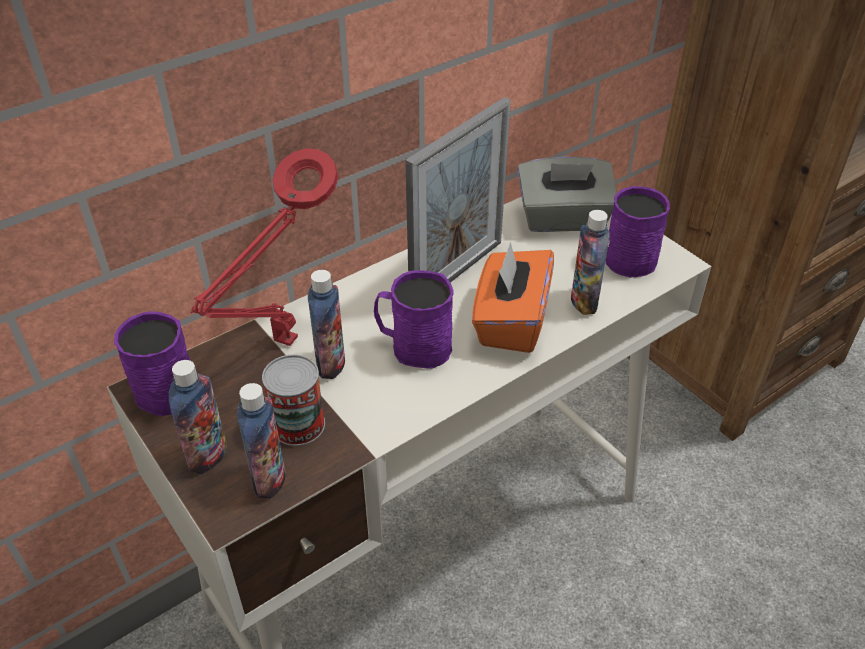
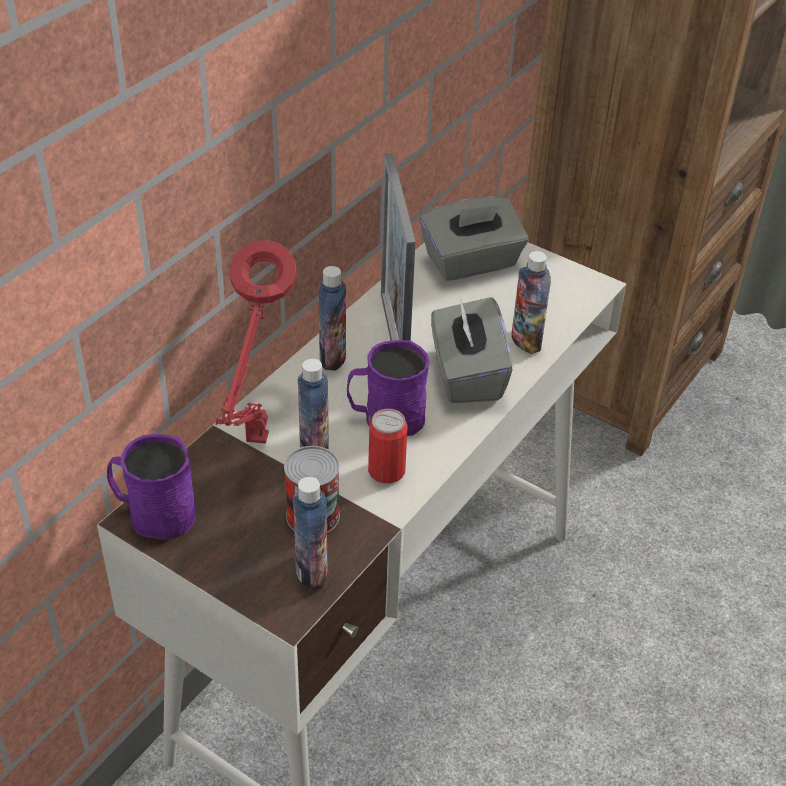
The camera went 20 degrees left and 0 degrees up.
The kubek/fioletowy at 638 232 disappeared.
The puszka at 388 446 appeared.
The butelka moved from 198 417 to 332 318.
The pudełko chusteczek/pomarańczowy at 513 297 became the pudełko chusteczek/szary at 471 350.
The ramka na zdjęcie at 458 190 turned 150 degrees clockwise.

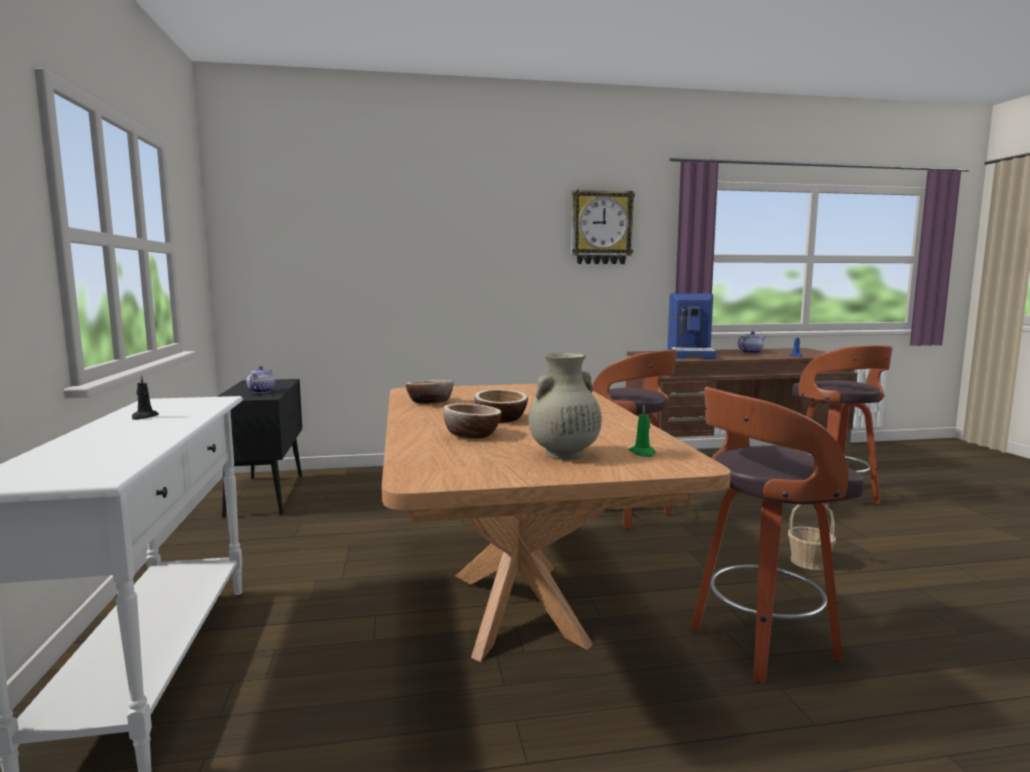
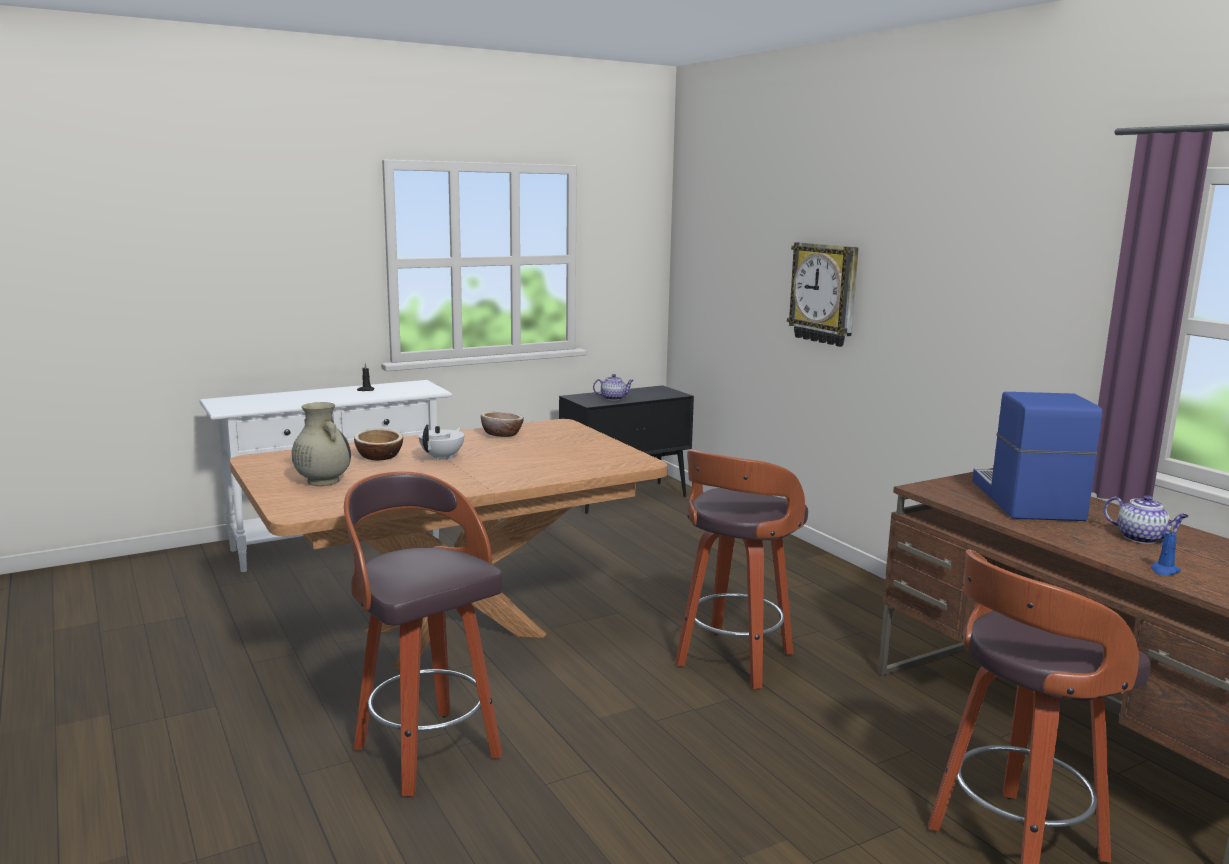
The camera went 70 degrees right and 5 degrees up.
The świeca/zielony at 642 431 disappeared.
The koszyk at 812 537 disappeared.
The zegar ścienny moved from 603 226 to 823 294.
The miska at 501 405 was replaced by the imbryk/biały at 441 442.
The ekspres do kawy at 691 326 turned 105 degrees clockwise.

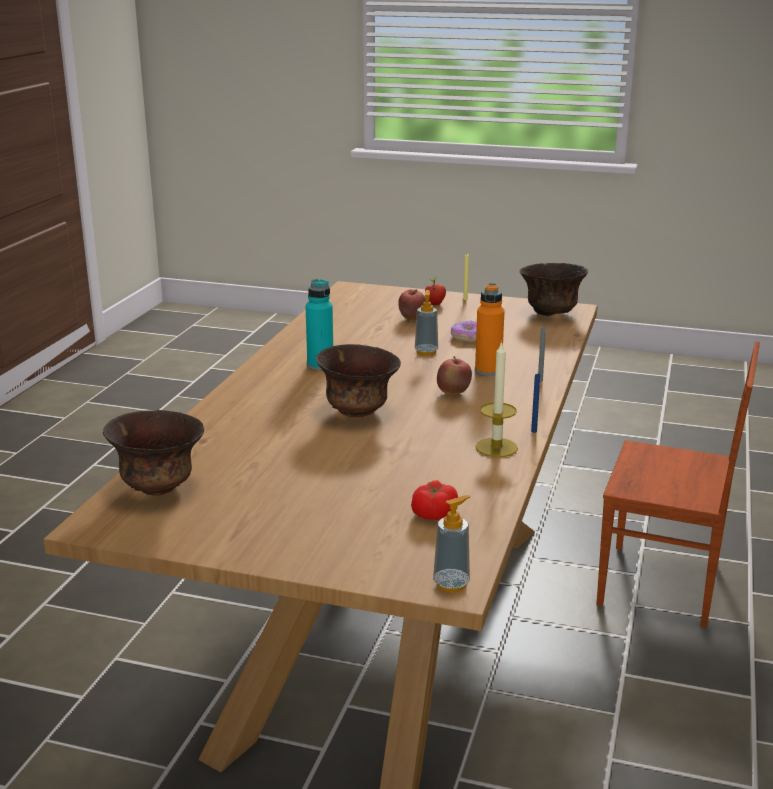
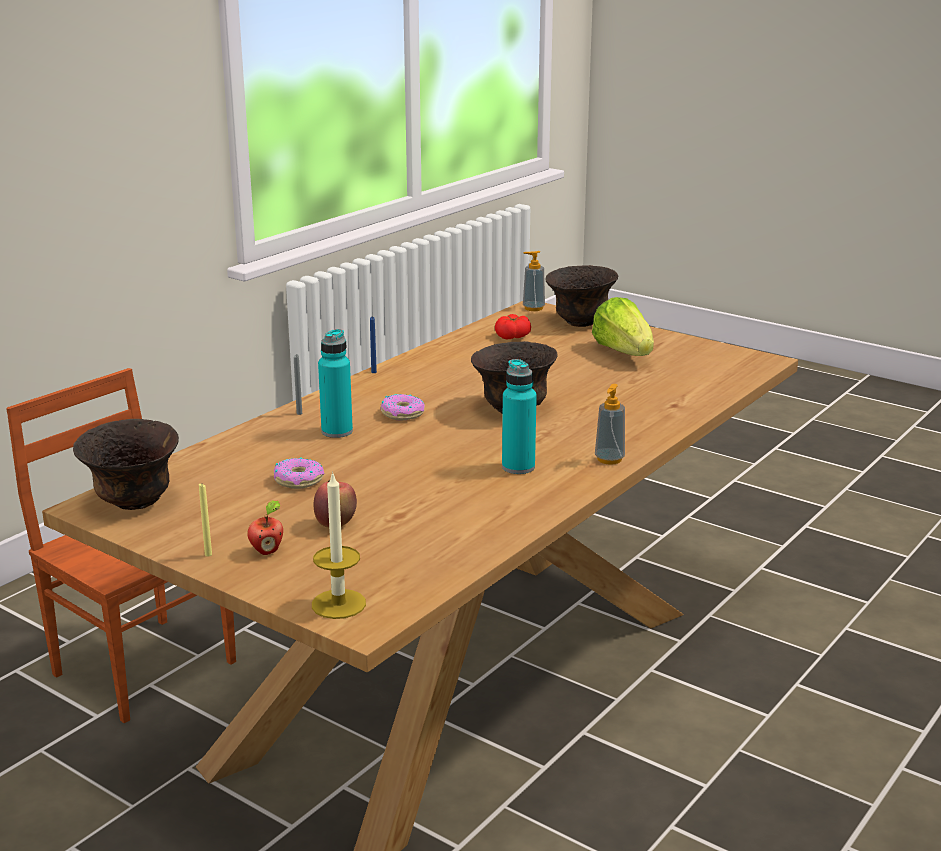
The camera went 160 degrees left and 0 degrees up.
The sałata at 623 326 appeared.
The miska/brązowy moved from 153 452 to 582 296.
The dozownik mydła moved from 426 323 to 610 424.
The świeca moved from 496 399 to 339 545.
The jabłko at 454 375 was replaced by the donut at 403 407.
The butelka/pomarańczowy at 490 329 became the butelka/turkusowy at 335 383.

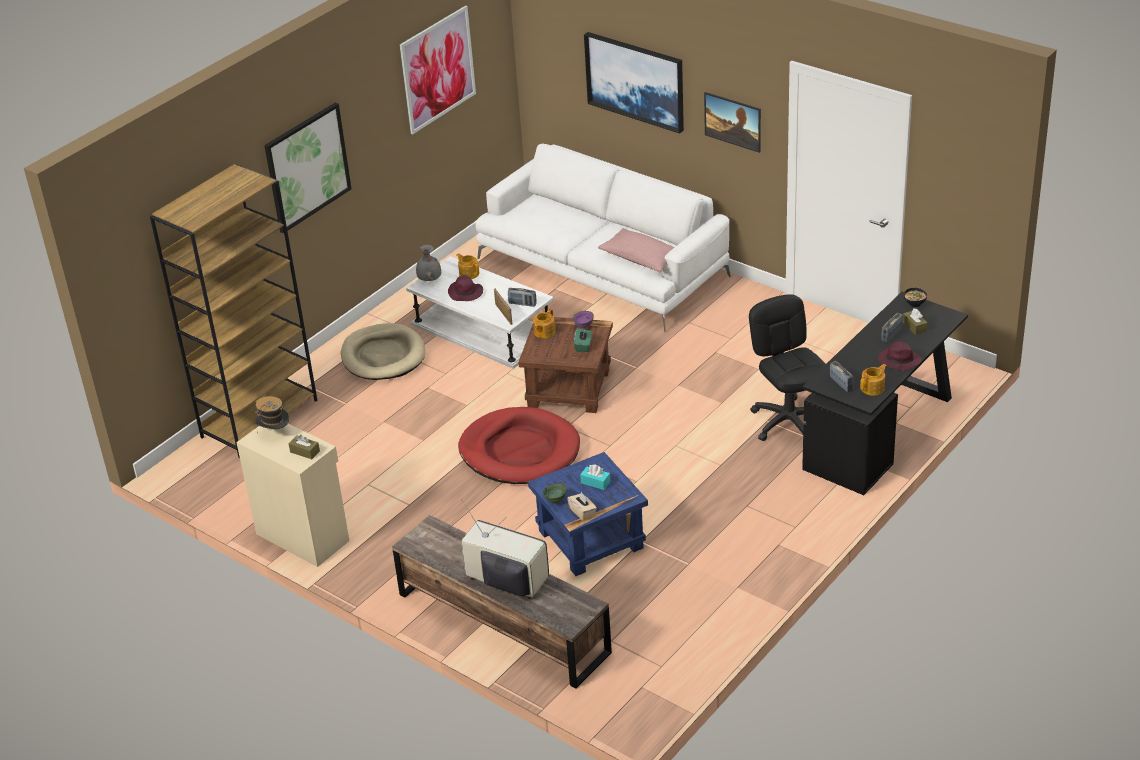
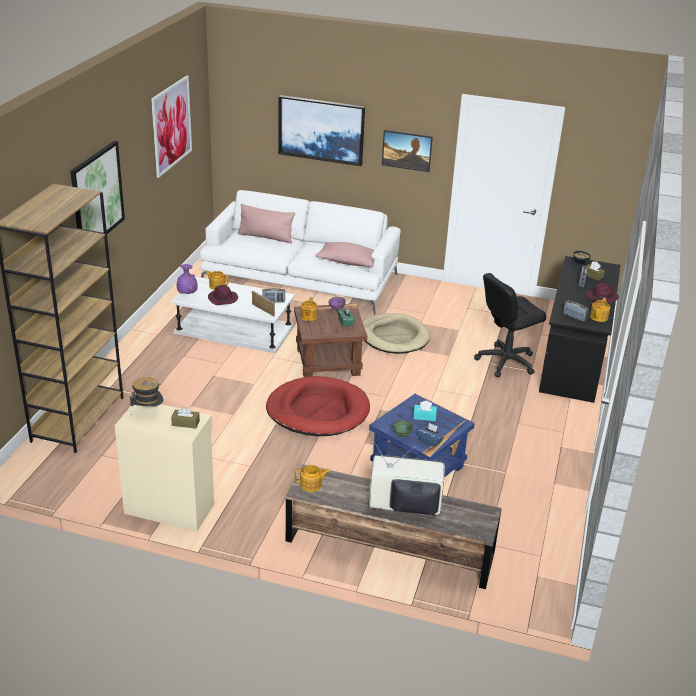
The camera went 25 degrees left and 5 degrees down.
The poduszka/różowy at 266 223 appeared.
The imbryk at 312 478 appeared.
The legowisko/beżowy moved from 383 351 to 397 333.
The wazon/szary at 428 263 became the wazon/fioletowy at 187 279.
The pudełko chusteczek/beżowy at 582 506 became the pudełko chusteczek/niebieski at 431 435.
The krzesło biurowe/czarny at 787 367 turned 75 degrees counterclockwise.

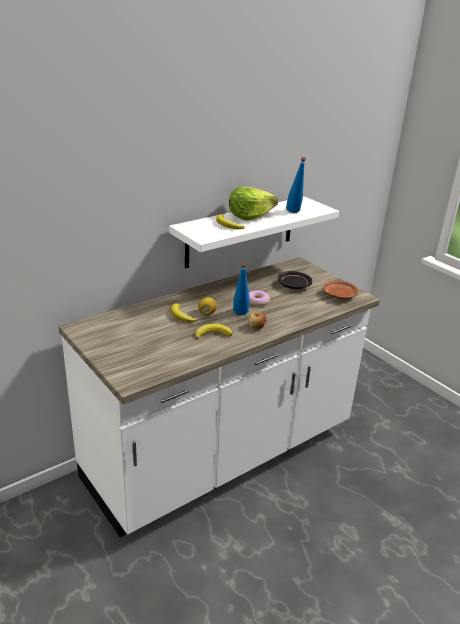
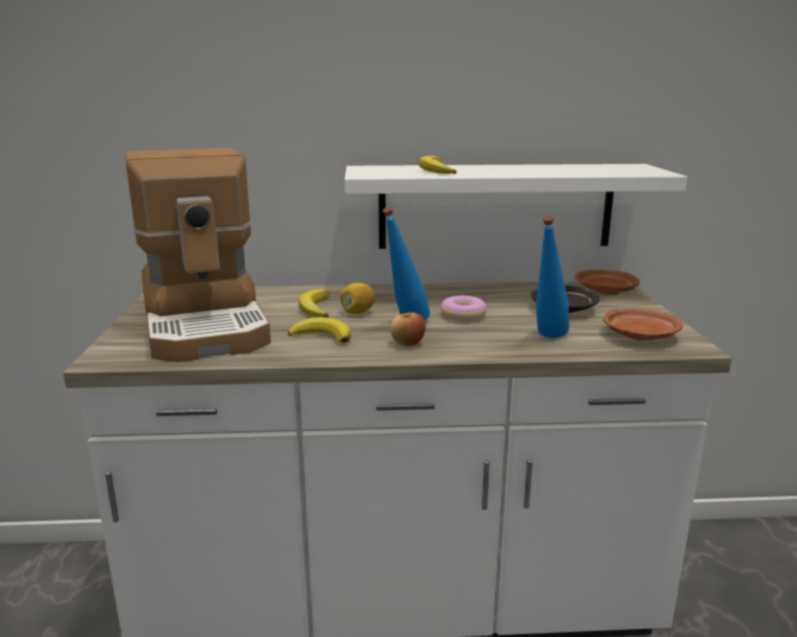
The camera went 35 degrees right and 10 degrees down.
The sałata at 253 203 disappeared.
The ekspres do kawy at 198 255 appeared.
The talerz/brązowy at 607 282 appeared.
The butelka/niebieski moved from 296 185 to 552 276.

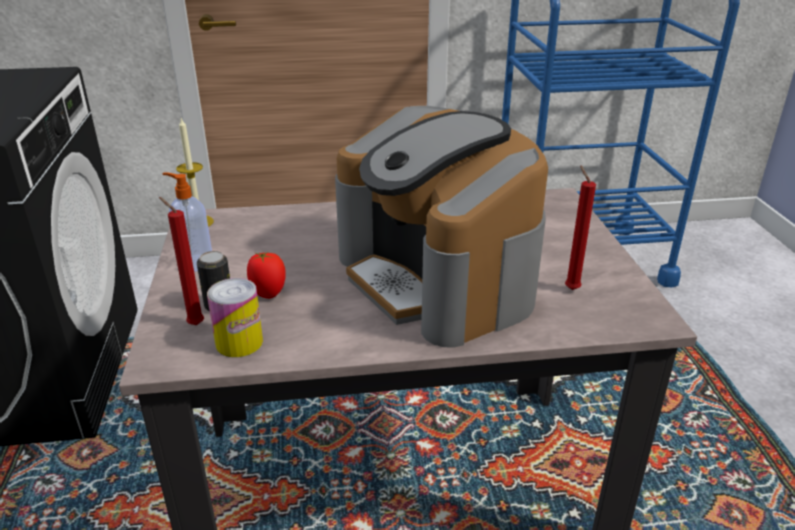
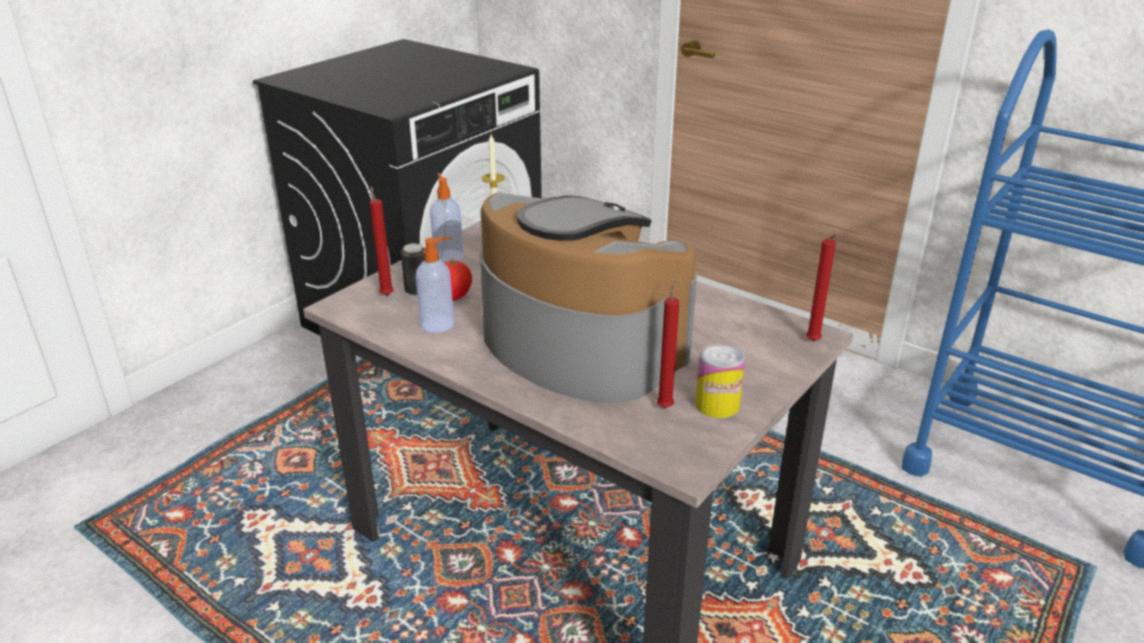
The camera went 45 degrees right and 0 degrees up.
The dozownik mydła at 435 285 appeared.
The świeca/czerwony at 821 288 appeared.
The puszka moved from 235 317 to 720 380.
The ekspres do kawy at 441 226 turned 120 degrees clockwise.

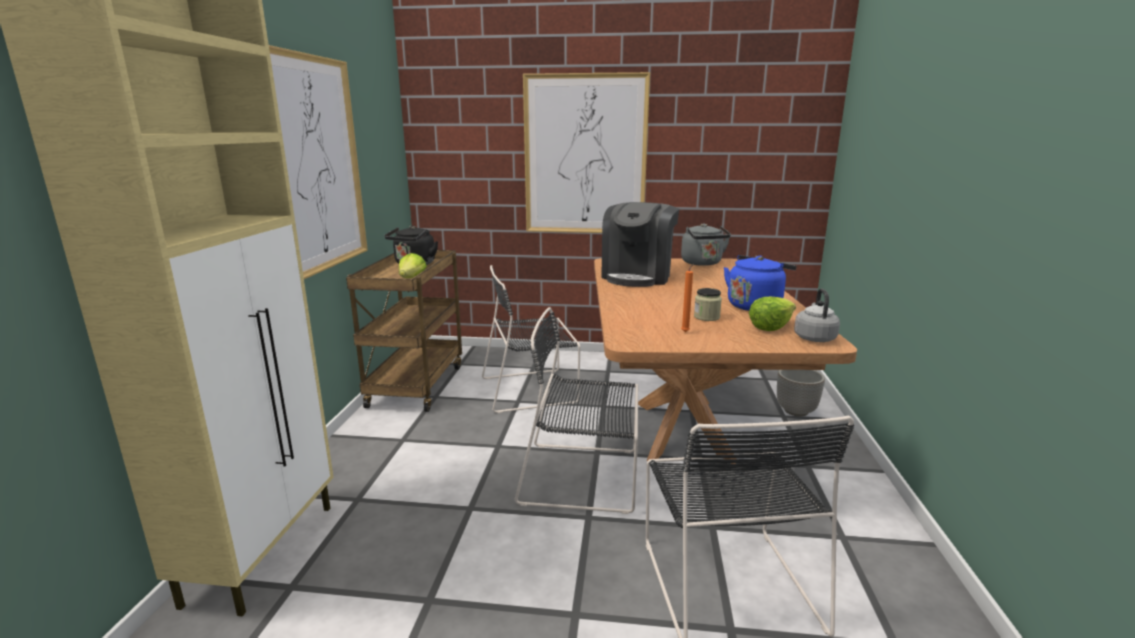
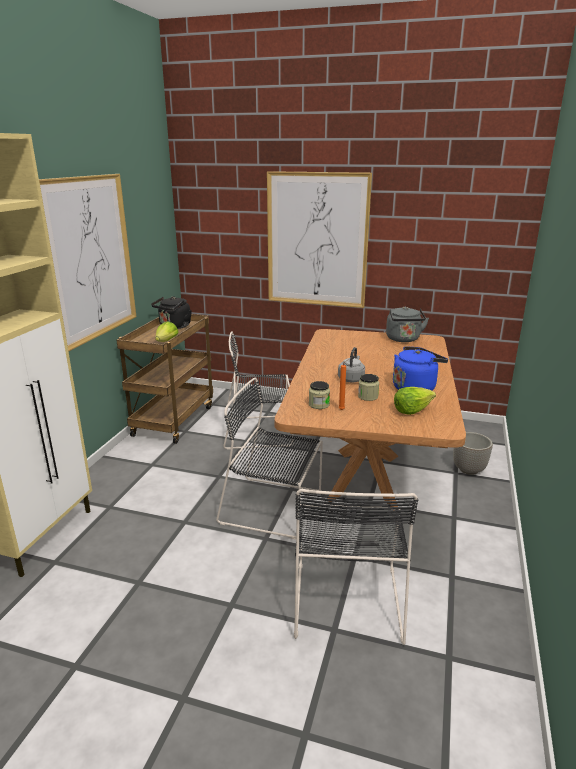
The camera went 10 degrees right and 5 degrees up.
The ekspres do kawy at 640 244 disappeared.
The słoik at 319 395 appeared.
The czajnik/szary moved from 817 315 to 351 364.

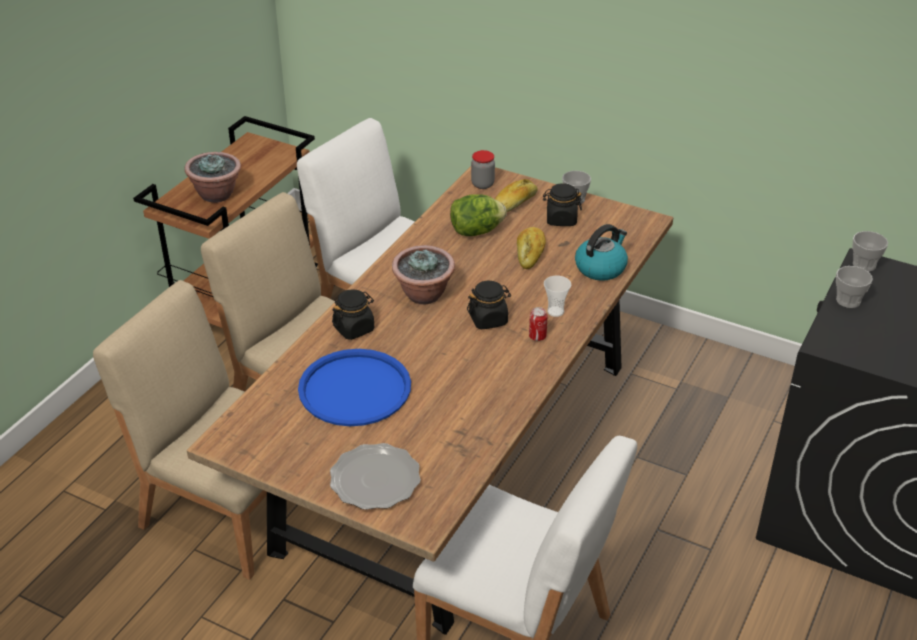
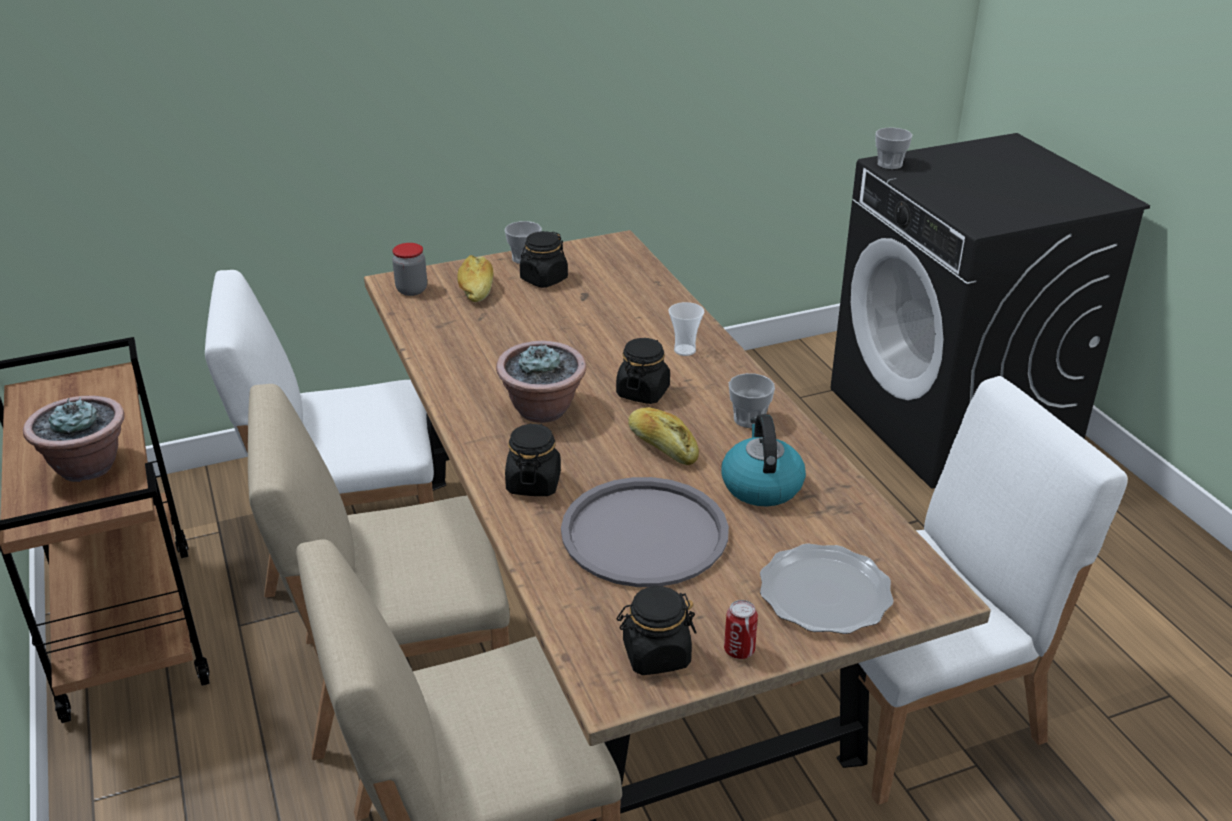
The camera went 50 degrees left and 5 degrees down.
The sałata at 478 215 disappeared.
The słoik/czarny at 657 630 appeared.
The chleb moved from 531 248 to 663 436.
The puszka moved from 538 324 to 741 629.
The czajnik moved from 601 252 to 763 460.
The filiżanka moved from 854 287 to 752 400.
The taca/niebieski at 354 387 became the taca/szary at 645 532.

